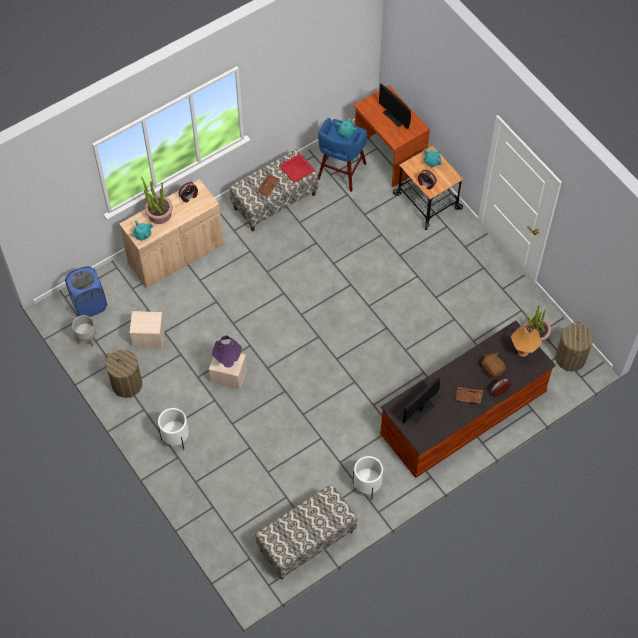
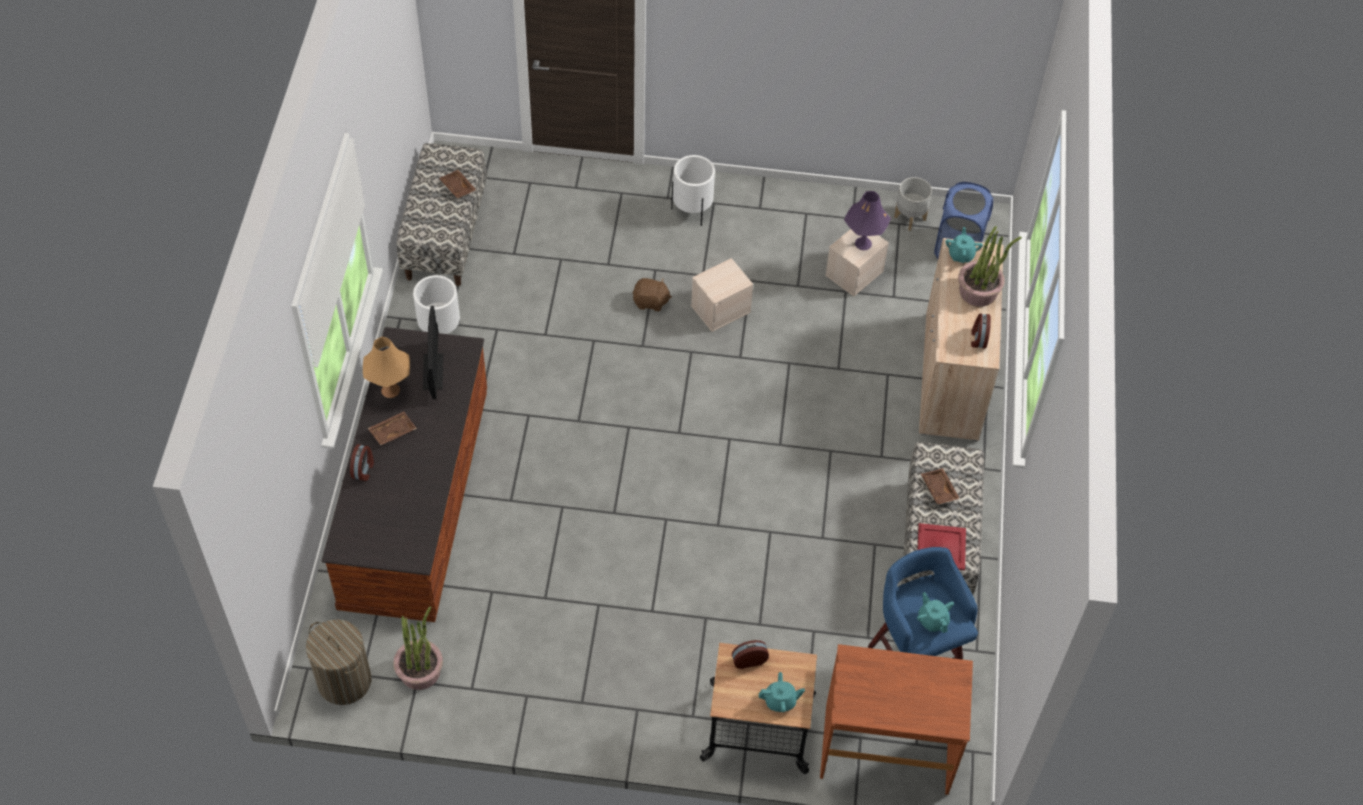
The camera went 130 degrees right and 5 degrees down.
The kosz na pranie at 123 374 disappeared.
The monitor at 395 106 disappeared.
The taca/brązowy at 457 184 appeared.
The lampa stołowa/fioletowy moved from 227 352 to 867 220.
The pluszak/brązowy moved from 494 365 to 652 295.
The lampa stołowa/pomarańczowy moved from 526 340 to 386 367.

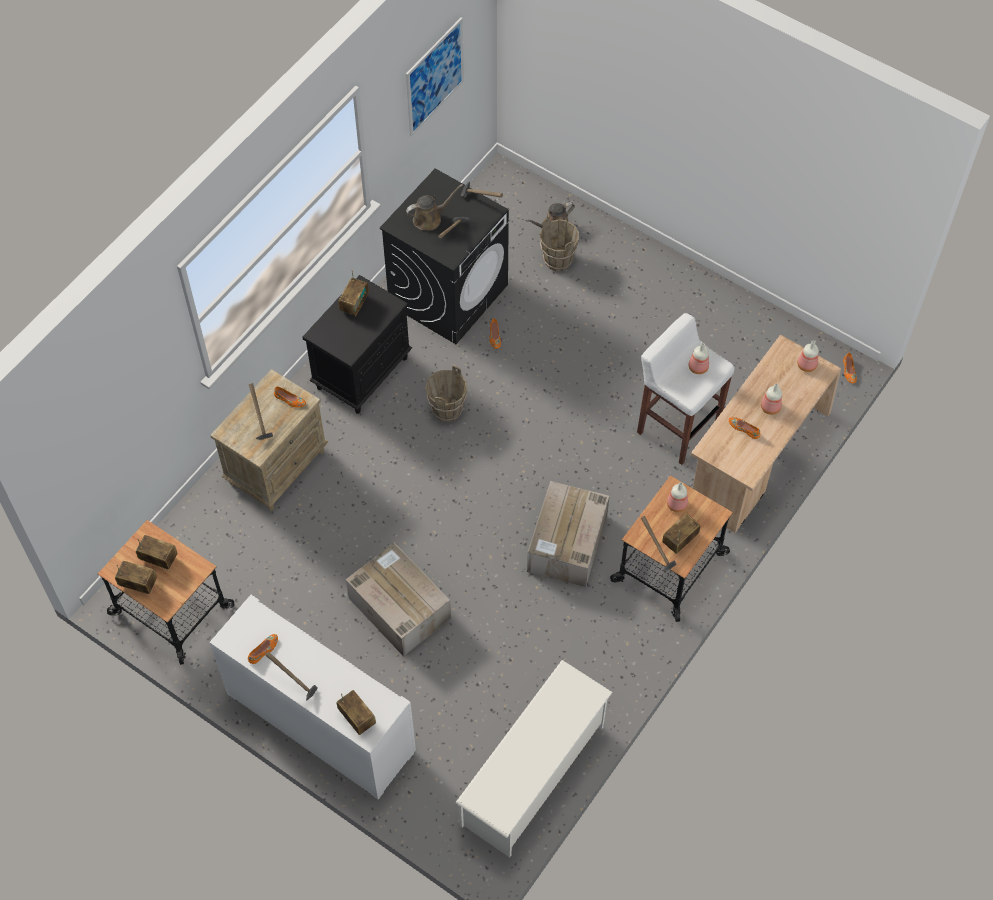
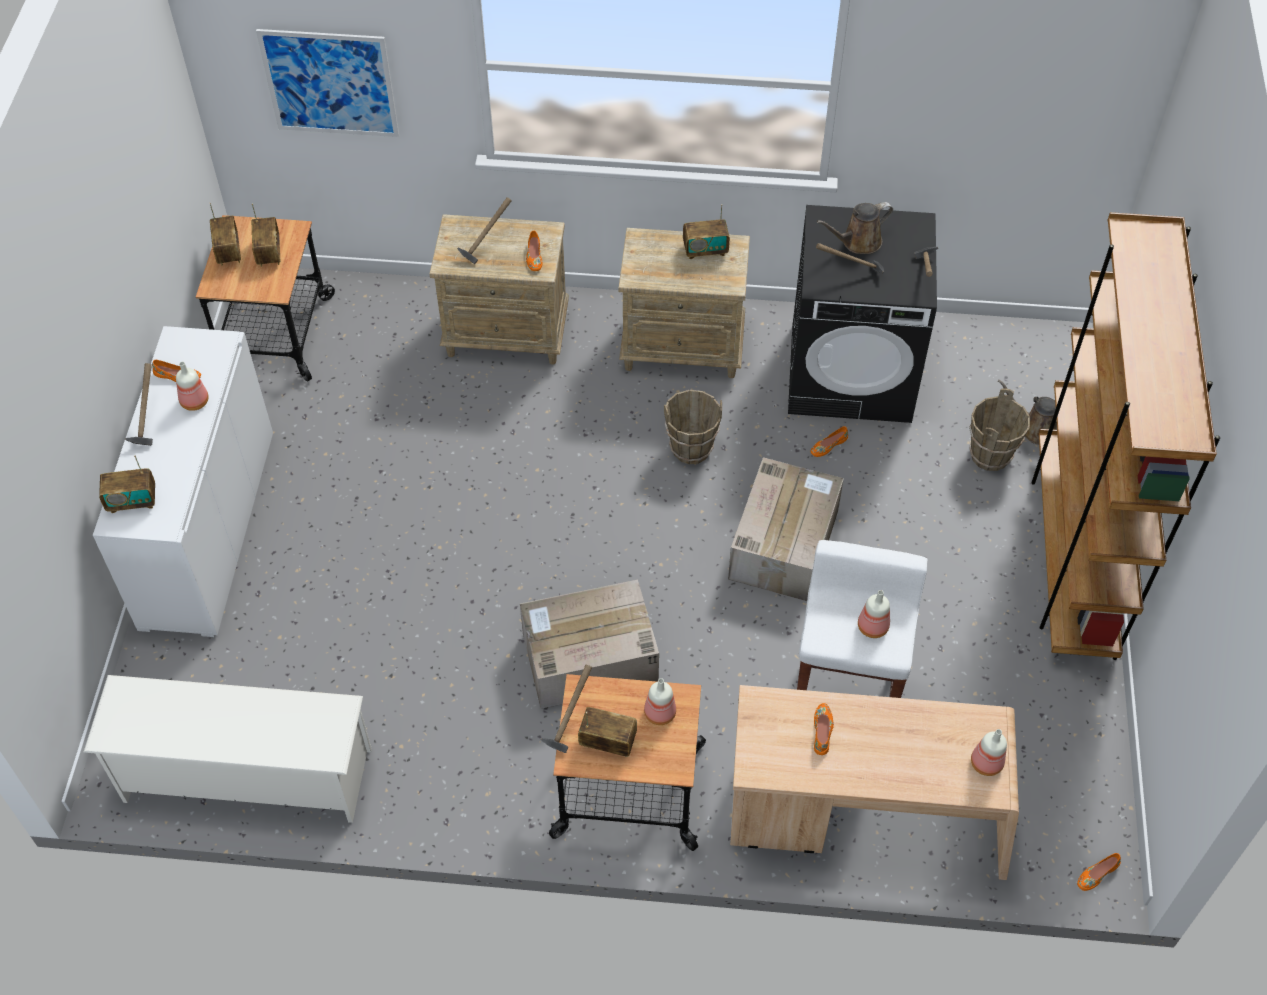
The camera went 60 degrees right and 5 degrees down.
The regał/brązowy at 1125 436 appeared.
The karton moved from 398 600 to 786 529.
The obraz moved from 435 77 to 327 83.
The butelka moved from 771 399 to 192 386.
The szafka nocna/czarny at 357 344 became the szafka nocna/beżowy at 684 303.
The radio at 356 712 turned 60 degrees clockwise.
The konewka/brązowy at 434 207 turned 120 degrees clockwise.

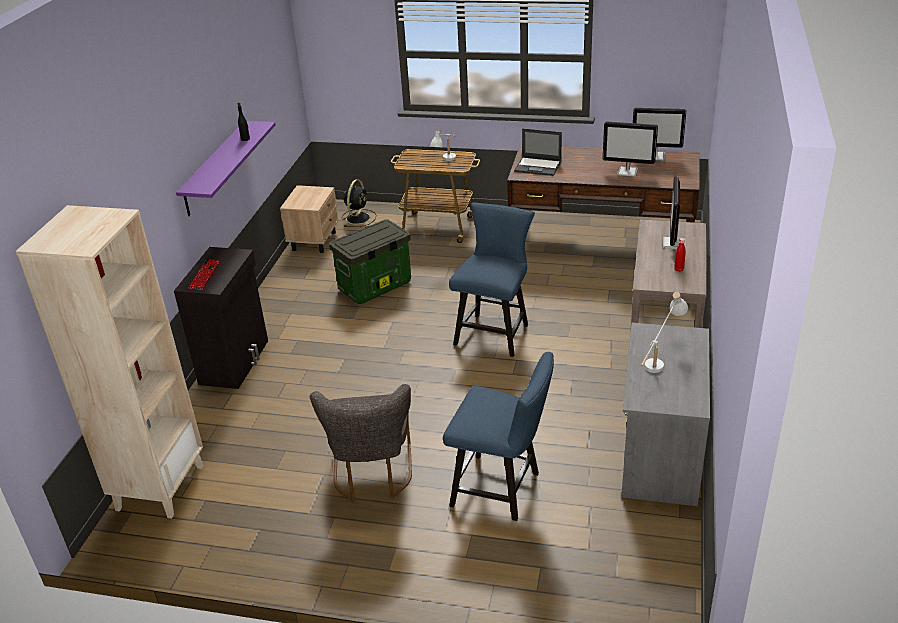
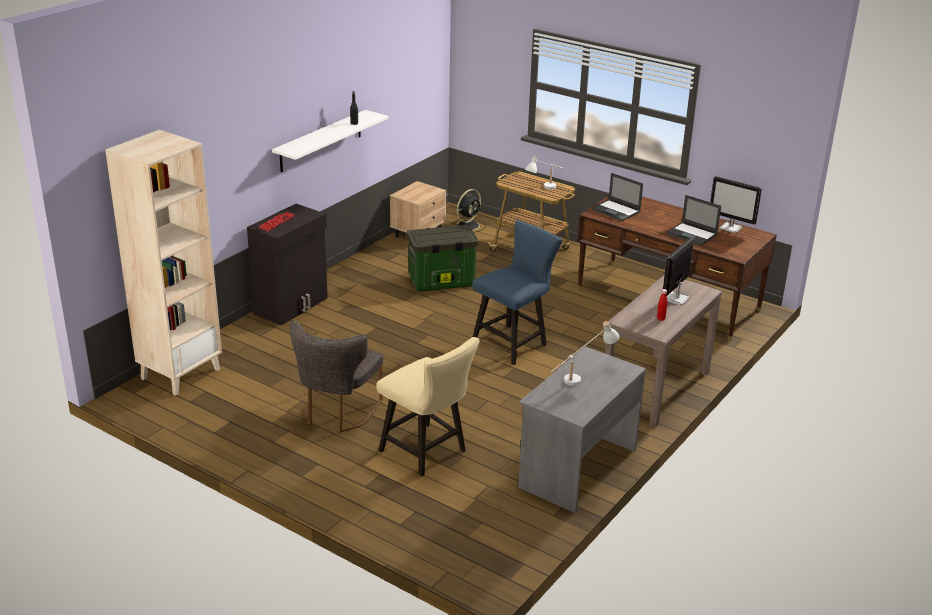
The camera went 20 degrees right and 5 degrees down.
The monitor at 630 149 was replaced by the laptop at 694 220.
The półka/fioletowy at 226 168 became the półka/biały at 330 141.
The krzesło/niebieski at 498 436 became the krzesło/beżowy at 428 406.

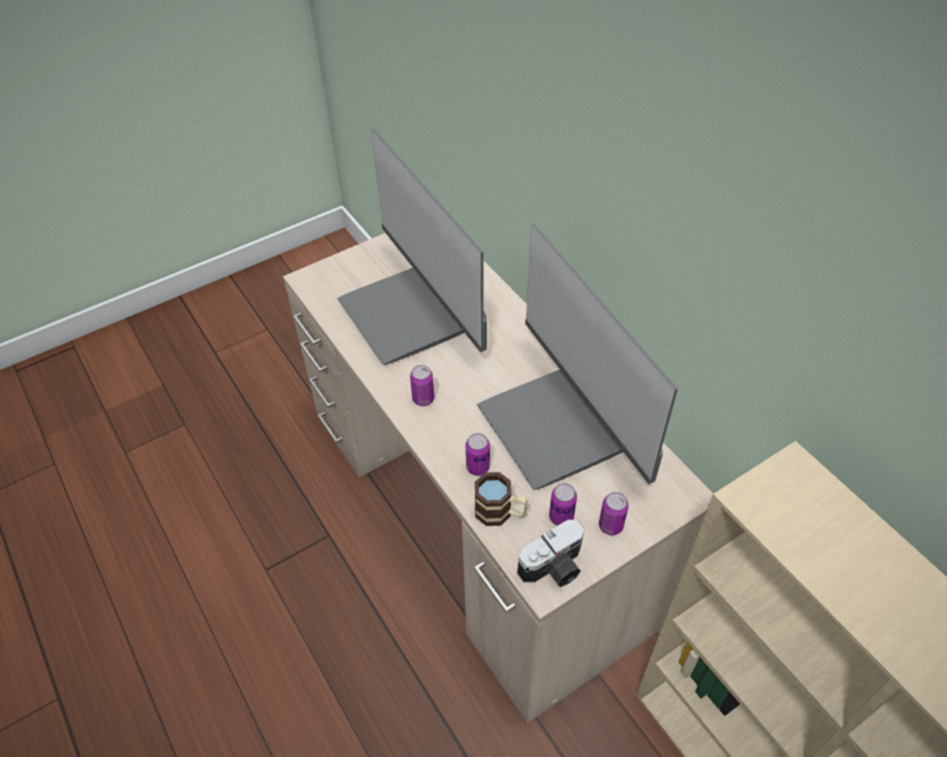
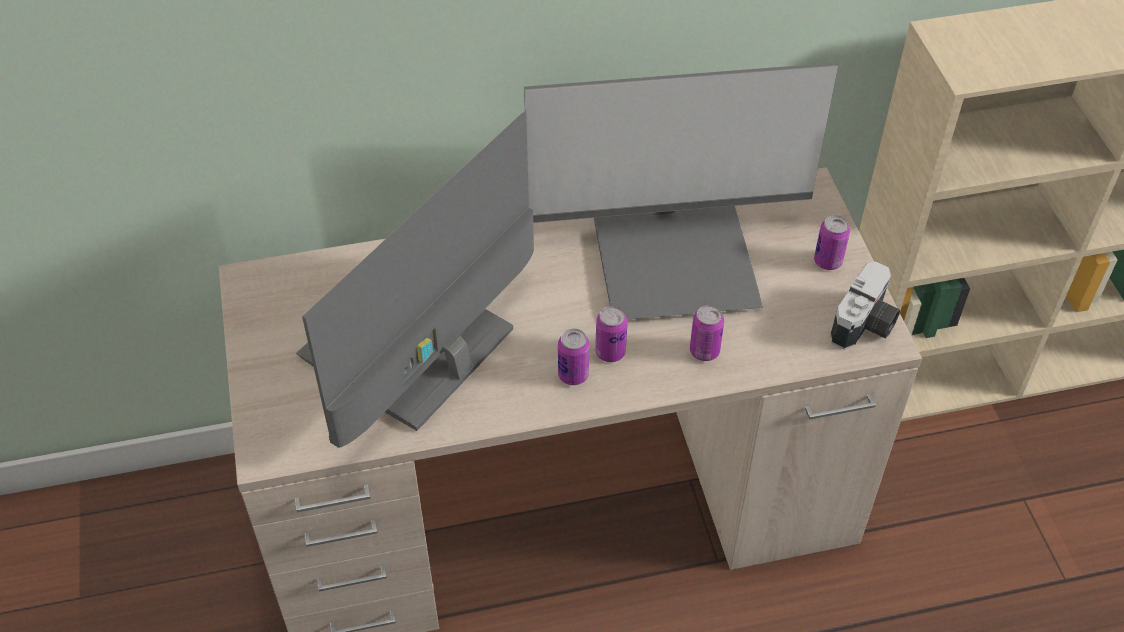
The camera went 70 degrees left and 0 degrees up.
The kubek at 502 499 disappeared.
The puszka moved from 563 504 to 611 334.
The monitor at 412 246 turned 135 degrees clockwise.
The aparat fotograficzny at 551 553 turned 45 degrees clockwise.

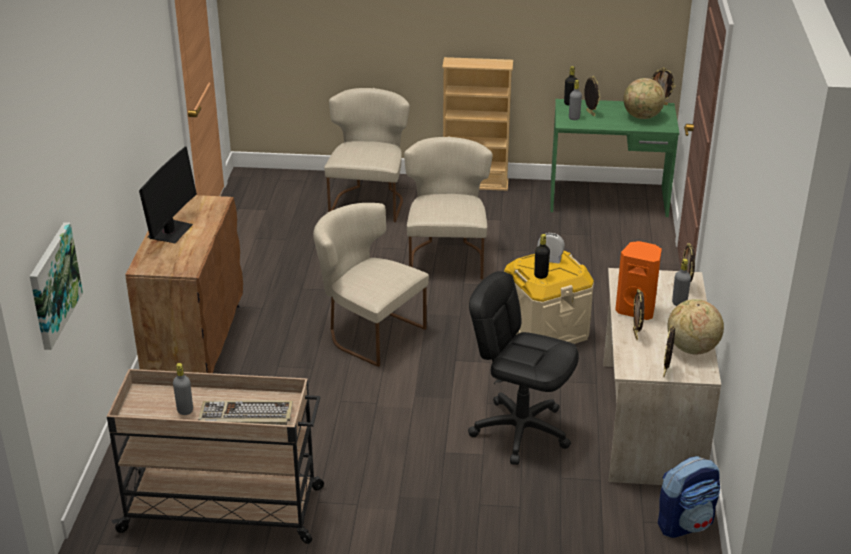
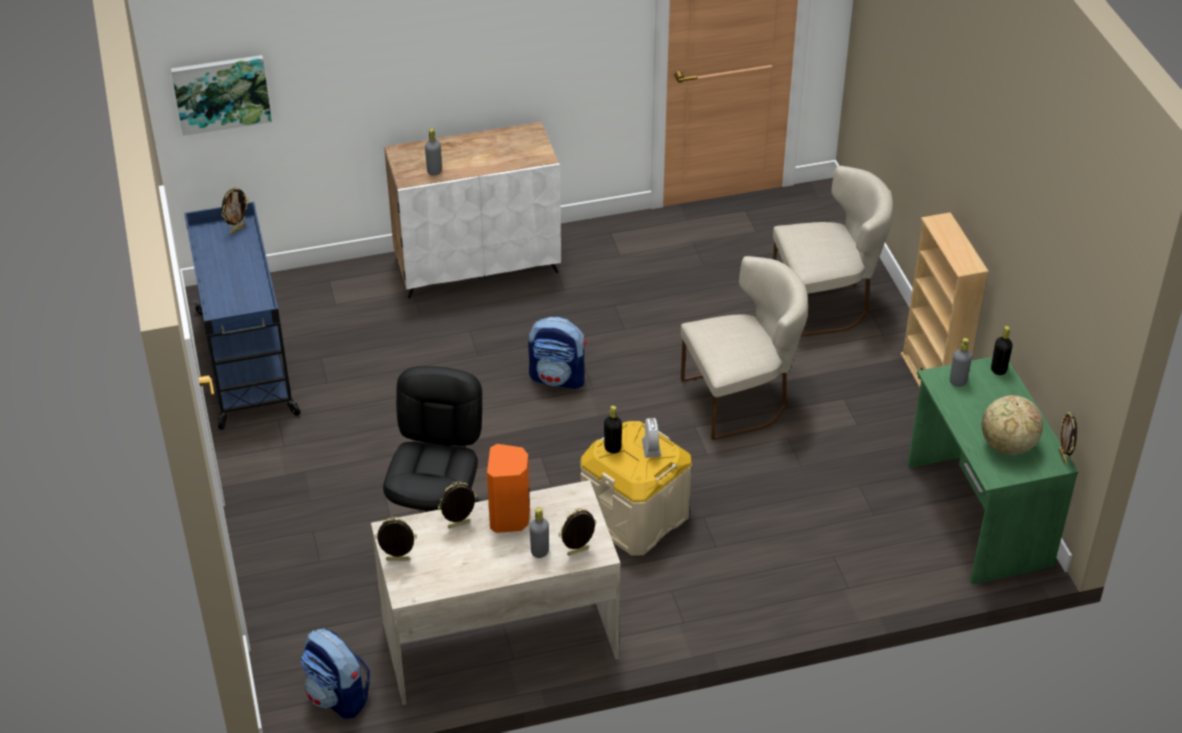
The camera went 70 degrees right and 10 degrees up.
The monitor at 168 195 disappeared.
The klawiatura at 245 413 disappeared.
The globus at 695 326 disappeared.
The butelka/szary moved from 183 389 to 433 152.
The ramka na zdjęcie moved from 592 96 to 235 210.
The krzesło/beżowy at 371 285 was replaced by the plecak at 557 353.
The wózek/beżowy at 215 456 became the wózek/niebieski at 242 316.
The szafka/brązowy at 184 284 became the szafka/biały at 472 210.

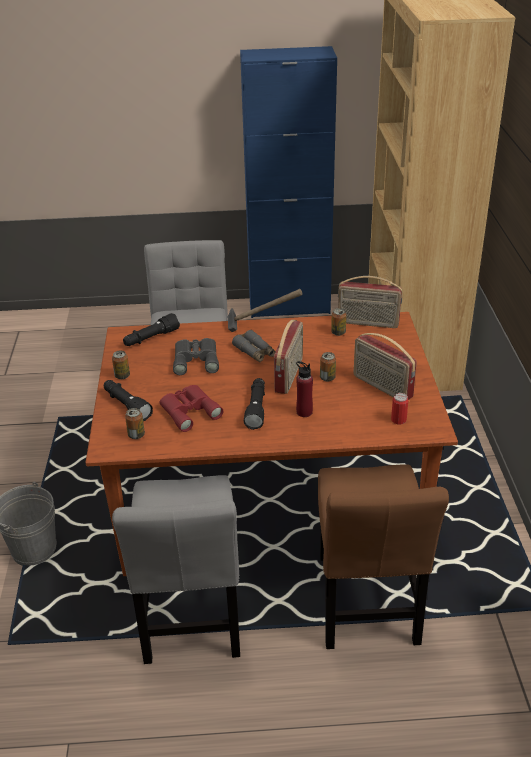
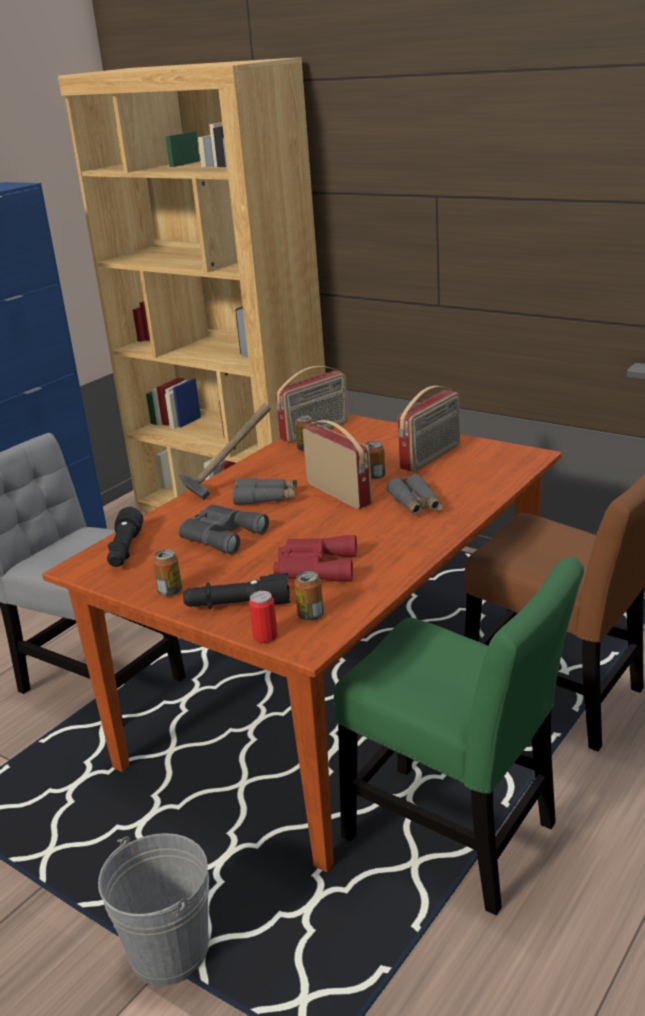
The camera went 50 degrees left and 10 degrees down.
The latarka/czarny at 254 404 disappeared.
The puszka moved from 399 408 to 263 617.
The butelka/czerwony at 304 389 was replaced by the lornetka/szary at 415 494.
The krzesło/szary at 176 569 became the krzesło/zielony at 459 736.
The radio at 385 366 turned 45 degrees counterclockwise.

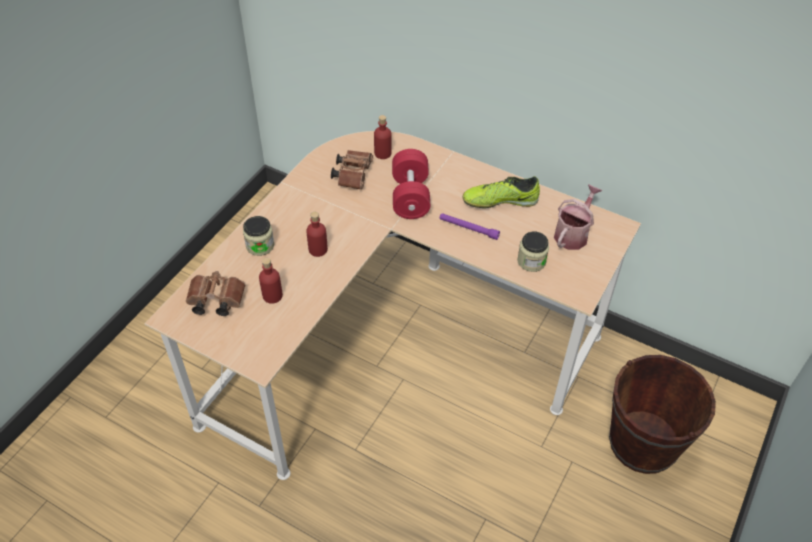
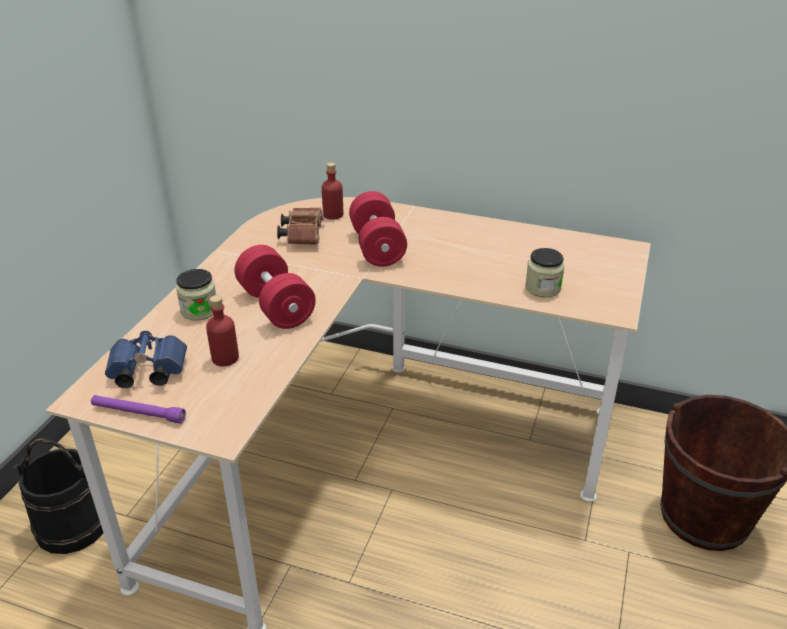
The camera went 10 degrees left and 15 degrees down.
The but at 501 192 disappeared.
The konewka at 578 217 disappeared.
The wiadro/czarny at 59 496 appeared.
The latarka/fioletowy moved from 470 226 to 138 409.
The butelka/czerwony at 317 234 was replaced by the hantel/czerwony at 275 287.
The lornetka/brązowy at 215 293 became the lornetka/niebieski at 146 359.

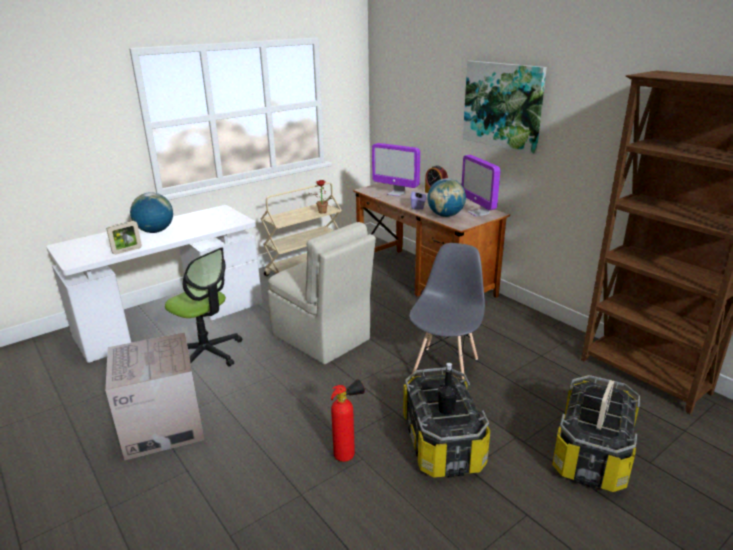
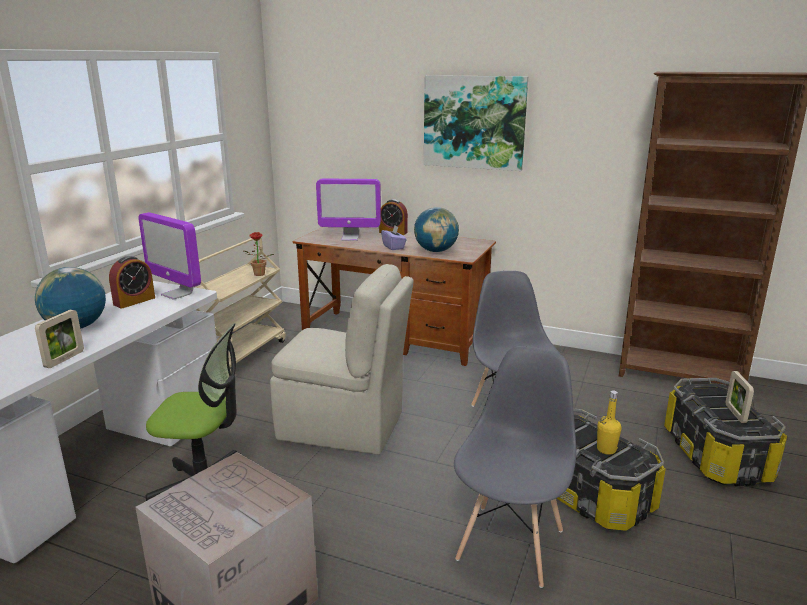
The camera went 30 degrees left and 5 degrees down.
The budzik at 132 282 appeared.
The monitor moved from 480 186 to 169 256.
The gaśnica at 348 420 was replaced by the krzesło/szary at 515 467.
The butelka/czarny at 447 389 became the butelka/żółty at 609 422.

